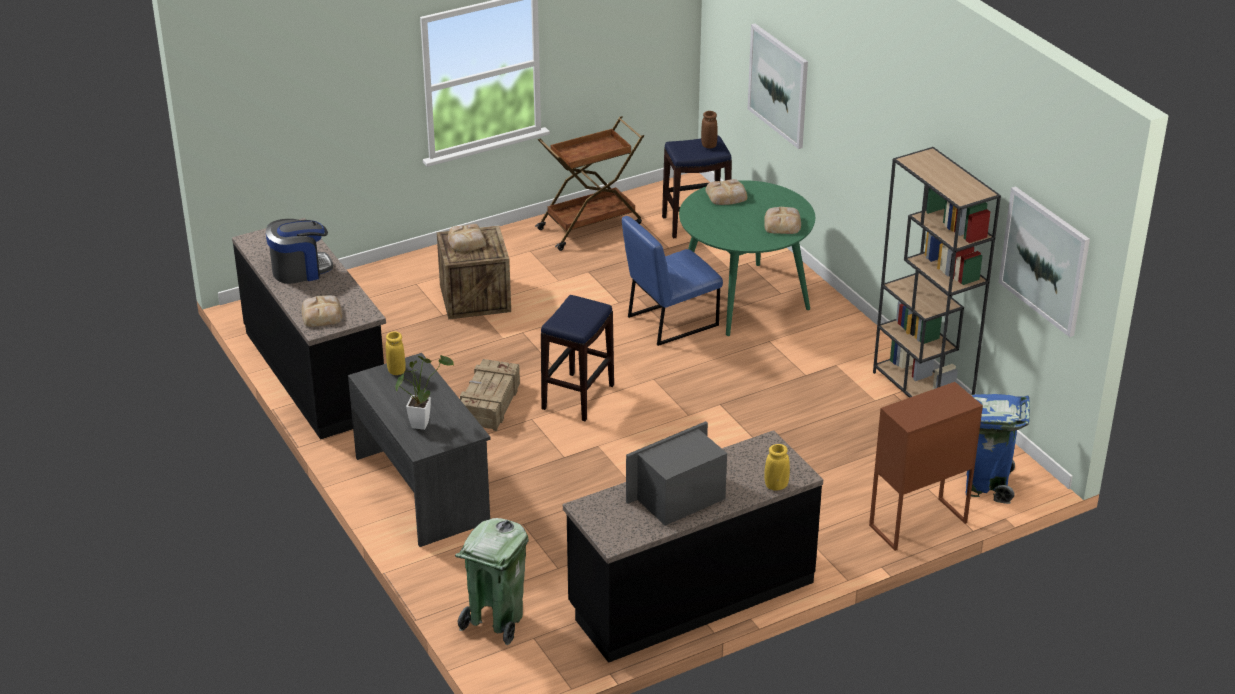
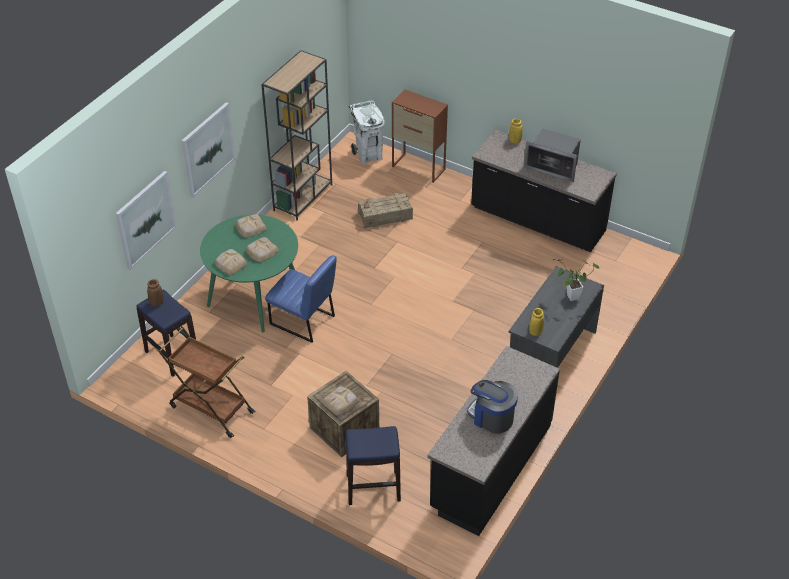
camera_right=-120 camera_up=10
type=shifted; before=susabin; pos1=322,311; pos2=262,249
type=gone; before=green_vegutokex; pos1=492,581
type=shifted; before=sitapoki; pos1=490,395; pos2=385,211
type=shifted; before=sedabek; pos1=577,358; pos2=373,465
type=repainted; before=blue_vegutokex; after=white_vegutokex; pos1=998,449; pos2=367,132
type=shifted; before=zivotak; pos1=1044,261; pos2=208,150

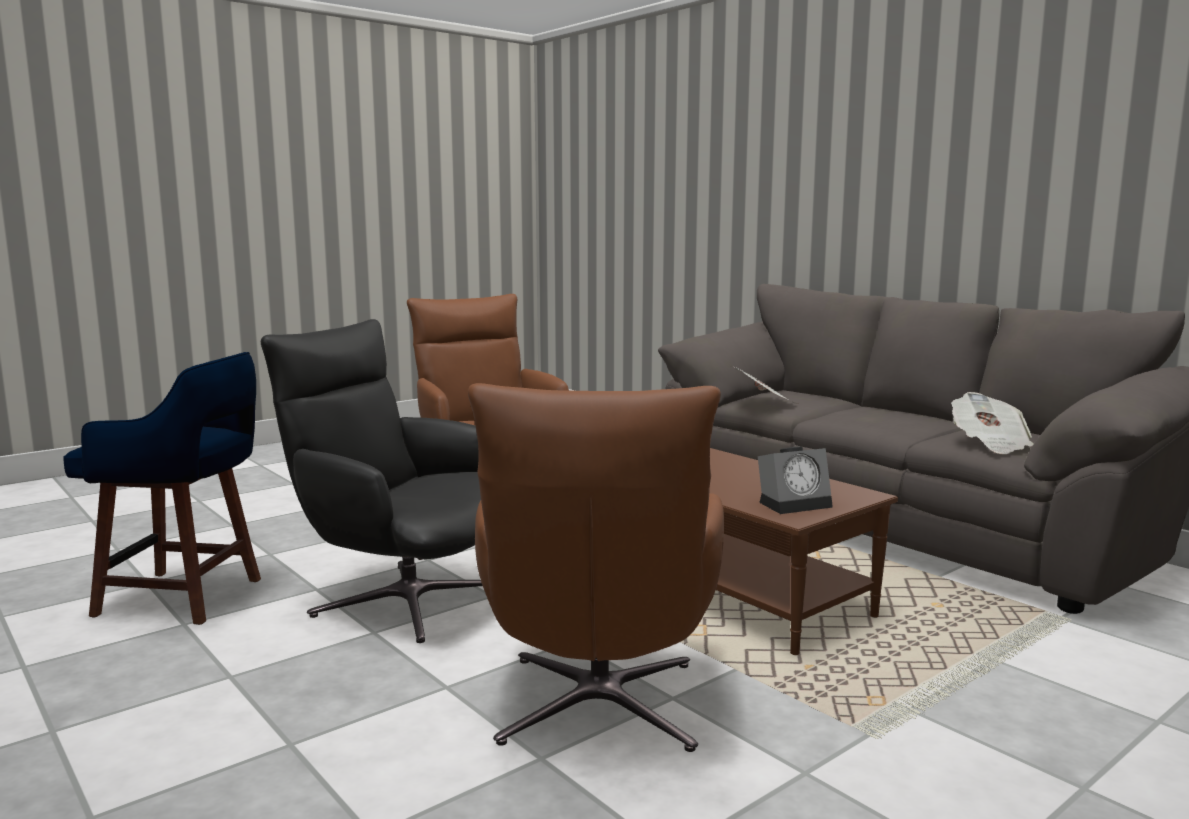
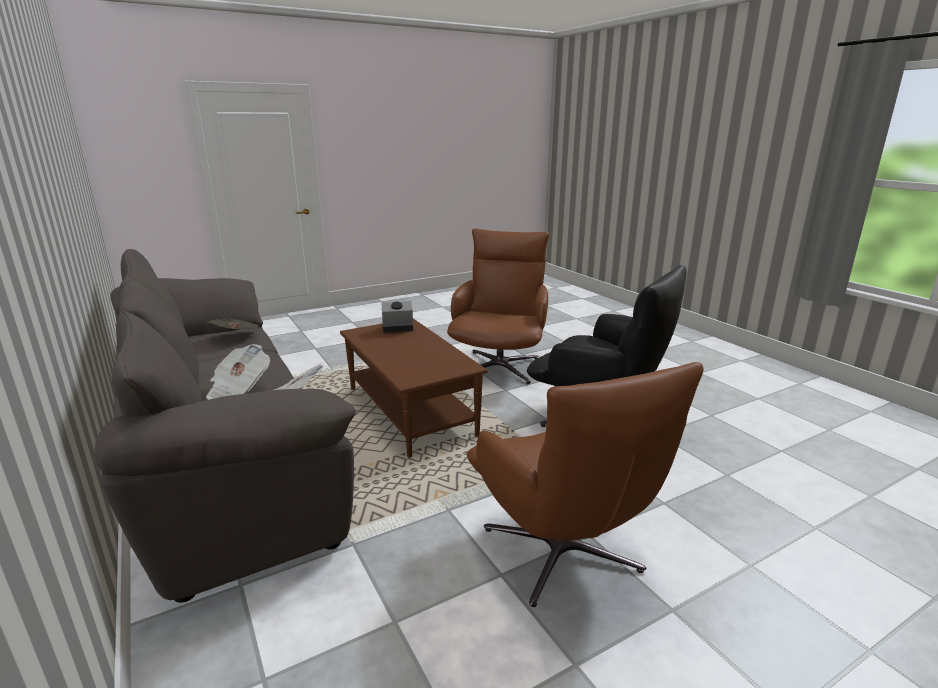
camera_right=-170 camera_up=10
type=gone; before=blue_sedabek; pos1=162,488
type=new; after=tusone; pos2=238,372

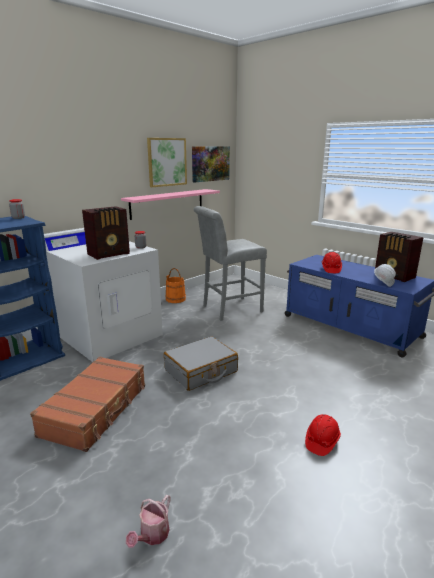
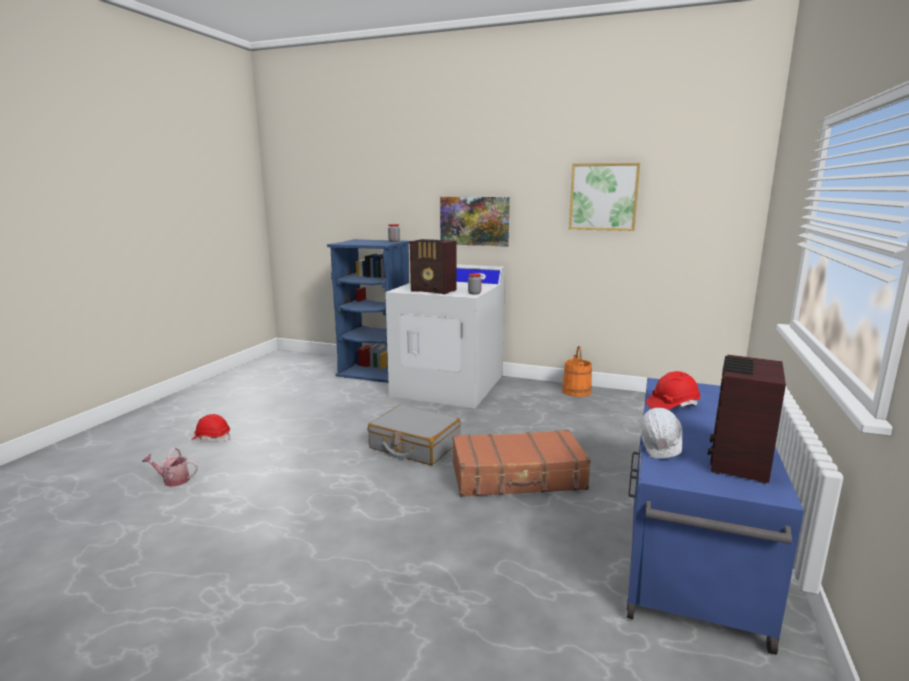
camera_right=65 camera_up=-5
type=shifted; before=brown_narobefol; pos1=87,404; pos2=522,463
type=gone; before=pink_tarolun; pos1=170,204
type=shifted; before=zivotak; pos1=211,164; pos2=475,222
type=gone; before=grey_sedabek; pos1=230,263
type=shifted; before=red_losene; pos1=323,435; pos2=211,428

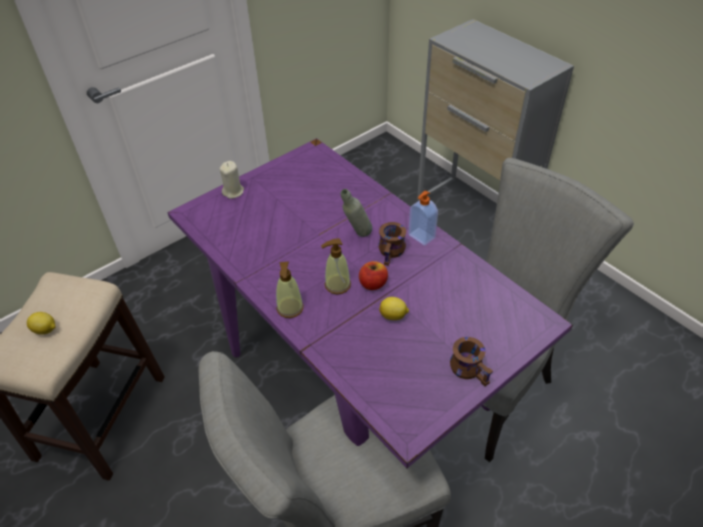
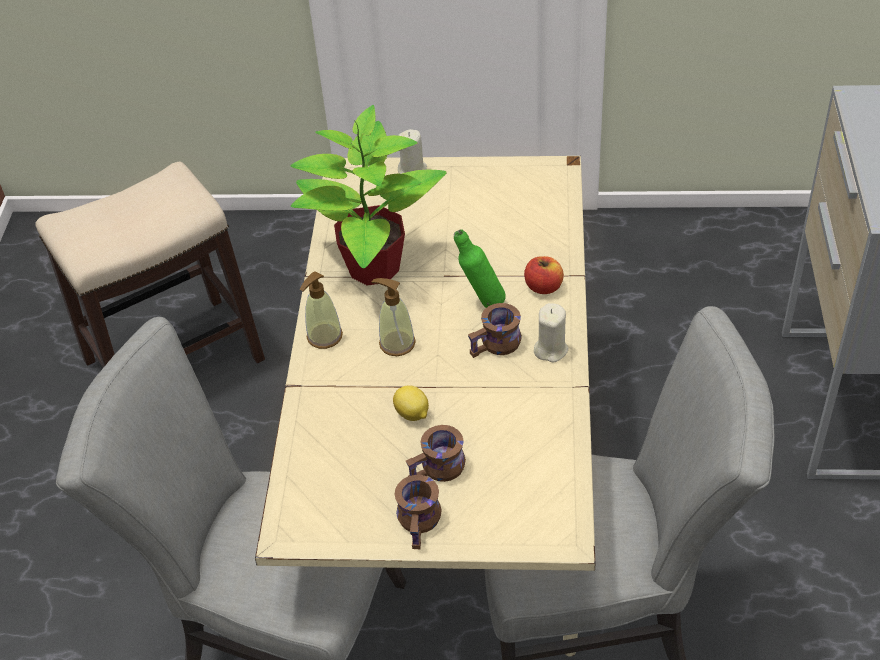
camera_right=45 camera_up=0
type=gone; before=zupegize; pos1=41,323
type=repainted; before=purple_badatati; after=beige_badatati; pos1=370,303; pos2=425,406
type=repainted; before=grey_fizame; after=green_fizame; pos1=356,213; pos2=480,268
type=shifted; before=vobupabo; pos1=373,275; pos2=544,275
type=swapped; before=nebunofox; after=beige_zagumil; pos1=423,218; pos2=551,332
type=new; after=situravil; pos2=369,195
type=new; after=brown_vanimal; pos2=436,453

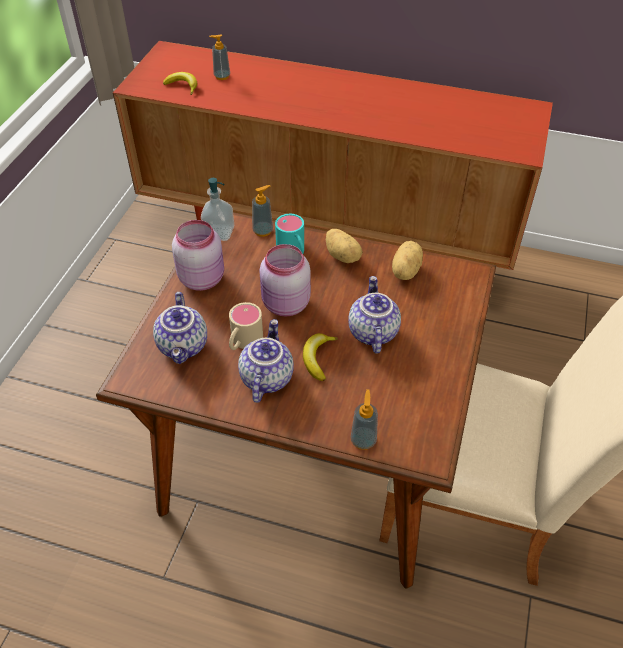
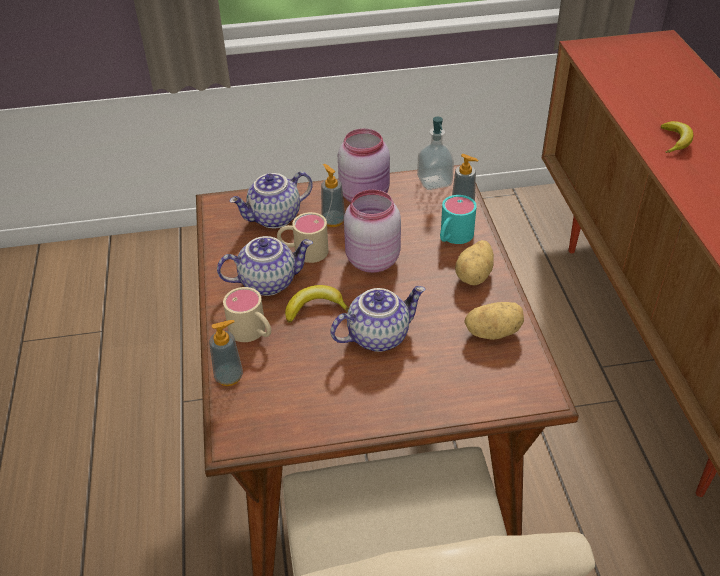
camera_right=65 camera_up=-5
type=shifted; before=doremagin; pos1=180,83; pos2=677,137
type=shifted; before=nebunofox; pos1=219,57; pos2=333,195
type=new; after=beige_vanimal; pos2=247,314

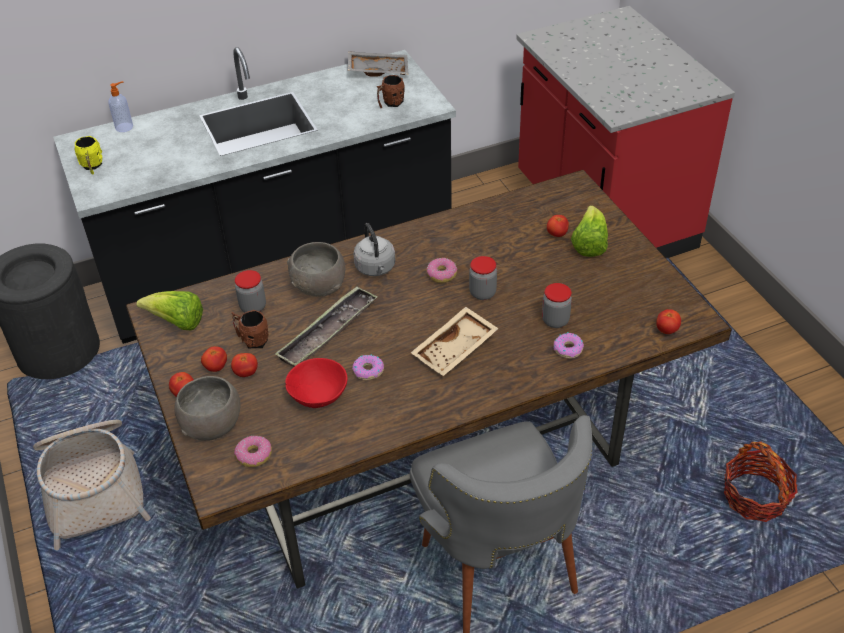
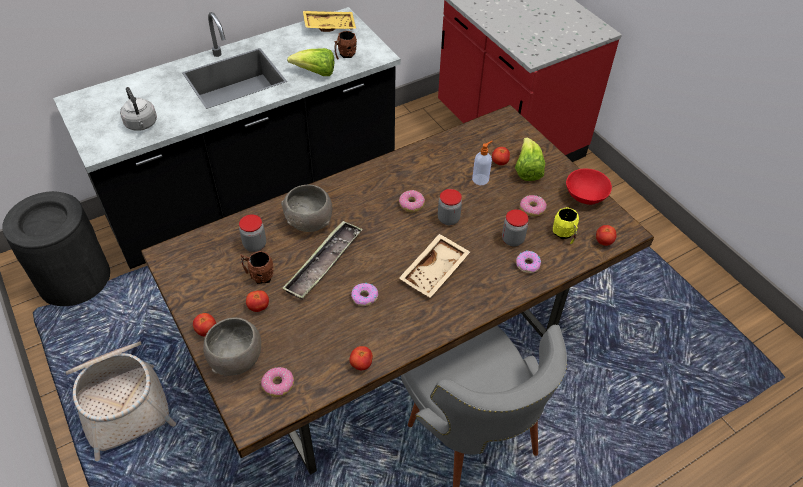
camera_right=-10 camera_up=5
type=shifted; before=yellow_vanimal; pos1=88,155; pos2=566,225
type=shifted; before=nebunofox; pos1=120,106; pos2=482,163
type=shifted; before=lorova; pos1=169,310; pos2=310,62
type=shifted; before=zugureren; pos1=214,359; pos2=361,358
type=shifted; before=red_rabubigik; pos1=316,383; pos2=589,187
type=repainted; before=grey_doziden; after=yellow_doziden; pos1=378,64; pos2=329,21
type=shifted; before=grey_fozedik; pos1=374,249; pos2=138,109
type=gone; before=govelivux; pos1=761,482
type=new; after=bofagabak; pos2=533,206

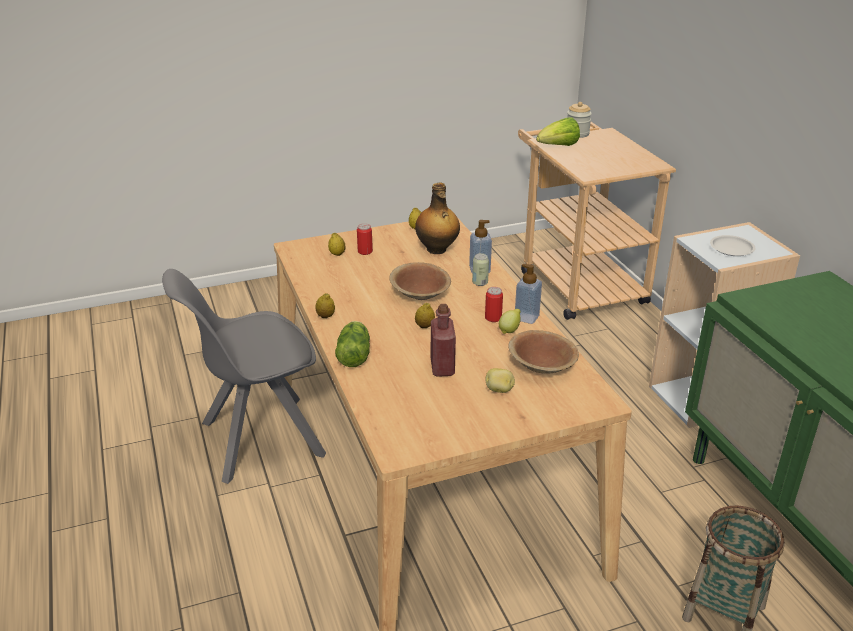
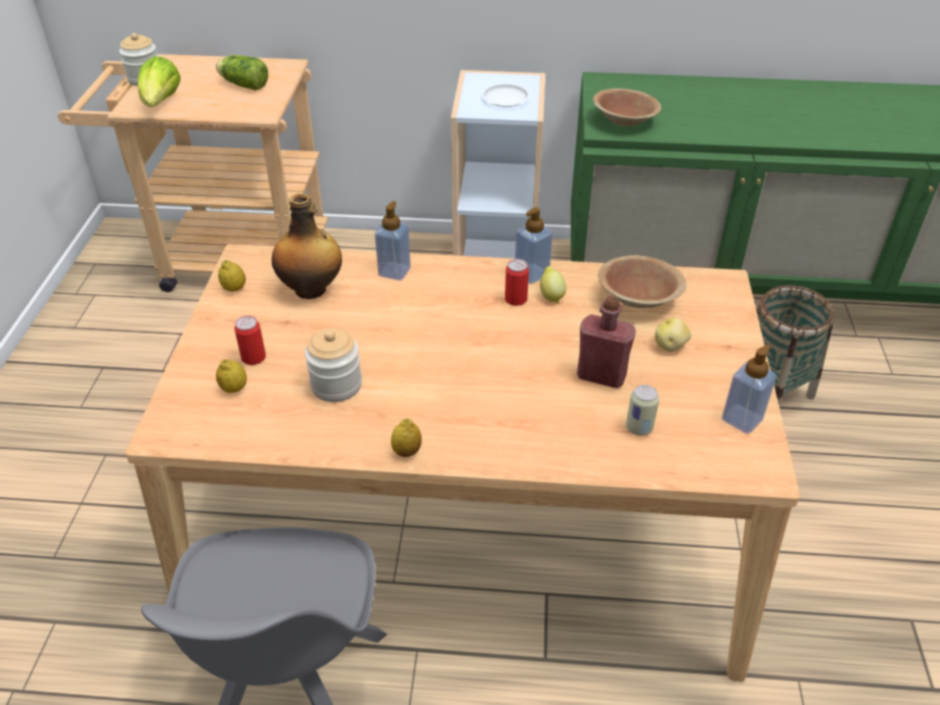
camera_right=-65 camera_up=10
type=shifted; before=lorova; pos1=352,344; pos2=242,72
type=shifted; before=brown_rabubigik; pos1=420,281; pos2=627,107
type=gone; before=zupegize; pos1=425,315
type=shifted; before=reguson; pos1=480,269; pos2=642,410
type=new; after=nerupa; pos2=333,365
type=new; after=nebunofox; pos2=749,389

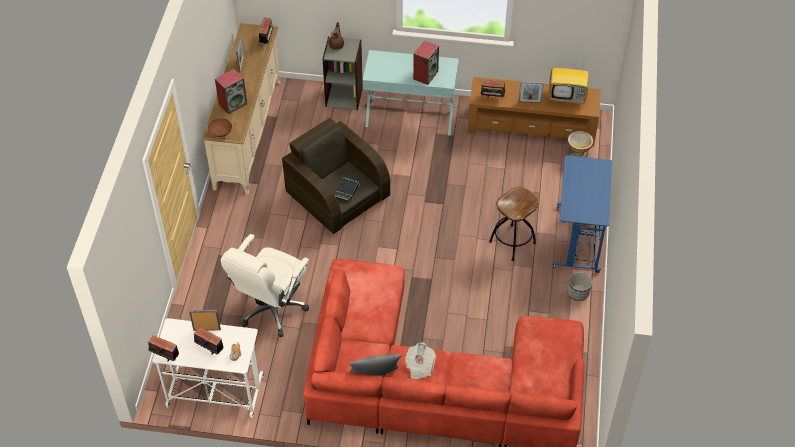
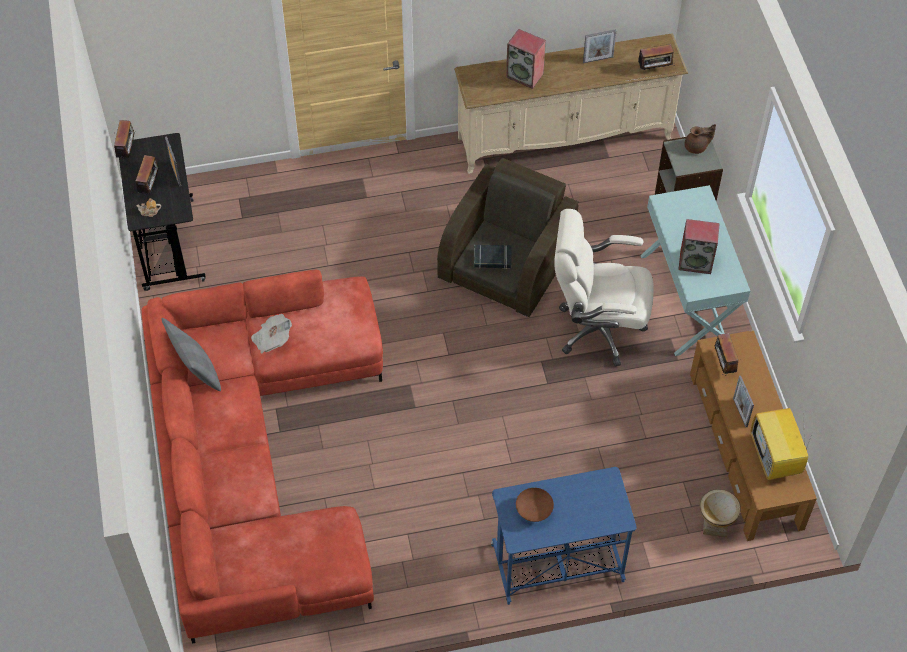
camera_right=70 camera_up=5
type=repainted; before=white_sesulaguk; after=black_sesulaguk; pos1=208,368; pos2=162,212
type=shifted; before=brown_rabubigik; pos1=220,127; pos2=535,505
type=shifted; before=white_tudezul; pos1=265,285; pos2=604,288
type=shifted; before=tusone; pos1=420,360; pos2=271,334
type=gone; before=brown_sedabek; pos1=514,224
type=gone; before=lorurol; pos1=579,286

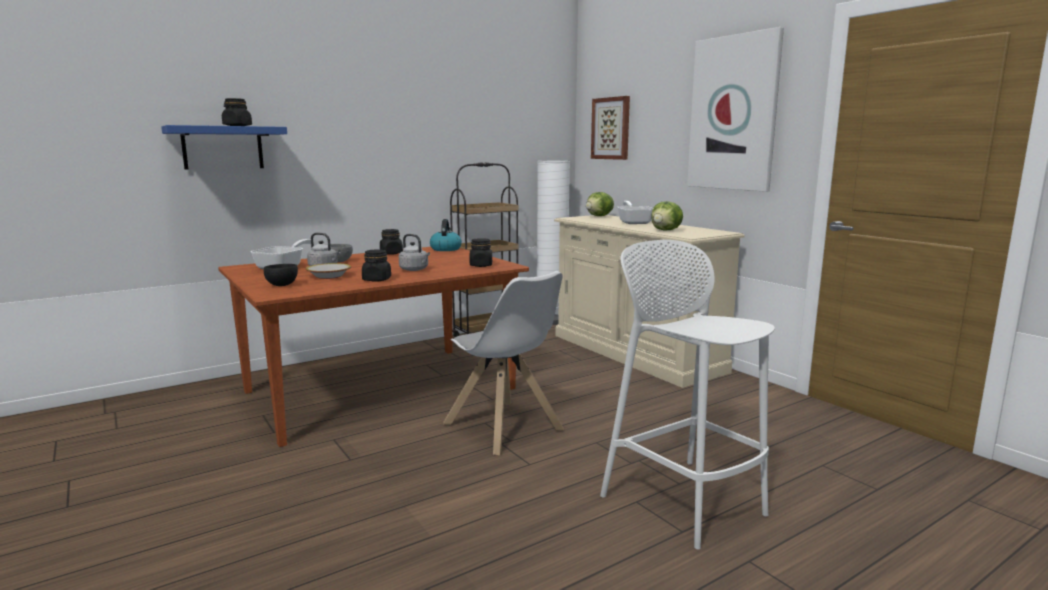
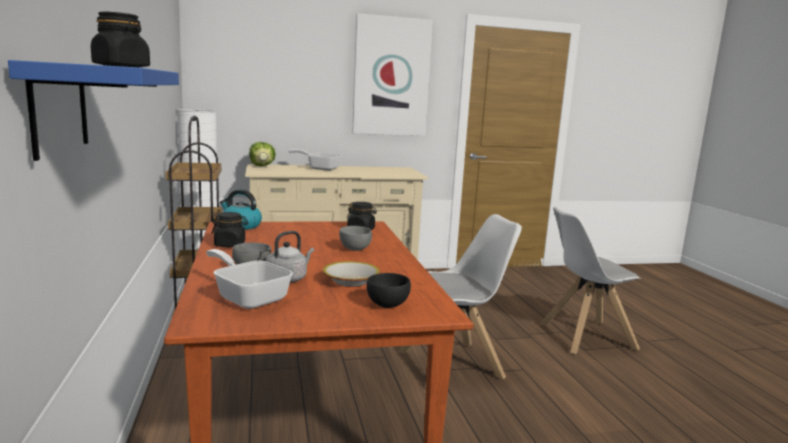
camera_right=-70 camera_up=0
type=gone; before=black_nerupa; pos1=376,265
type=swapped; before=grey_fozedik; after=grey_rabubigik; pos1=414,252; pos2=355,238
type=gone; before=zivotak; pos1=610,128
type=swapped; before=white_sedabek; after=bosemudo; pos1=687,395; pos2=590,280
type=gone; before=lorova; pos1=667,215

